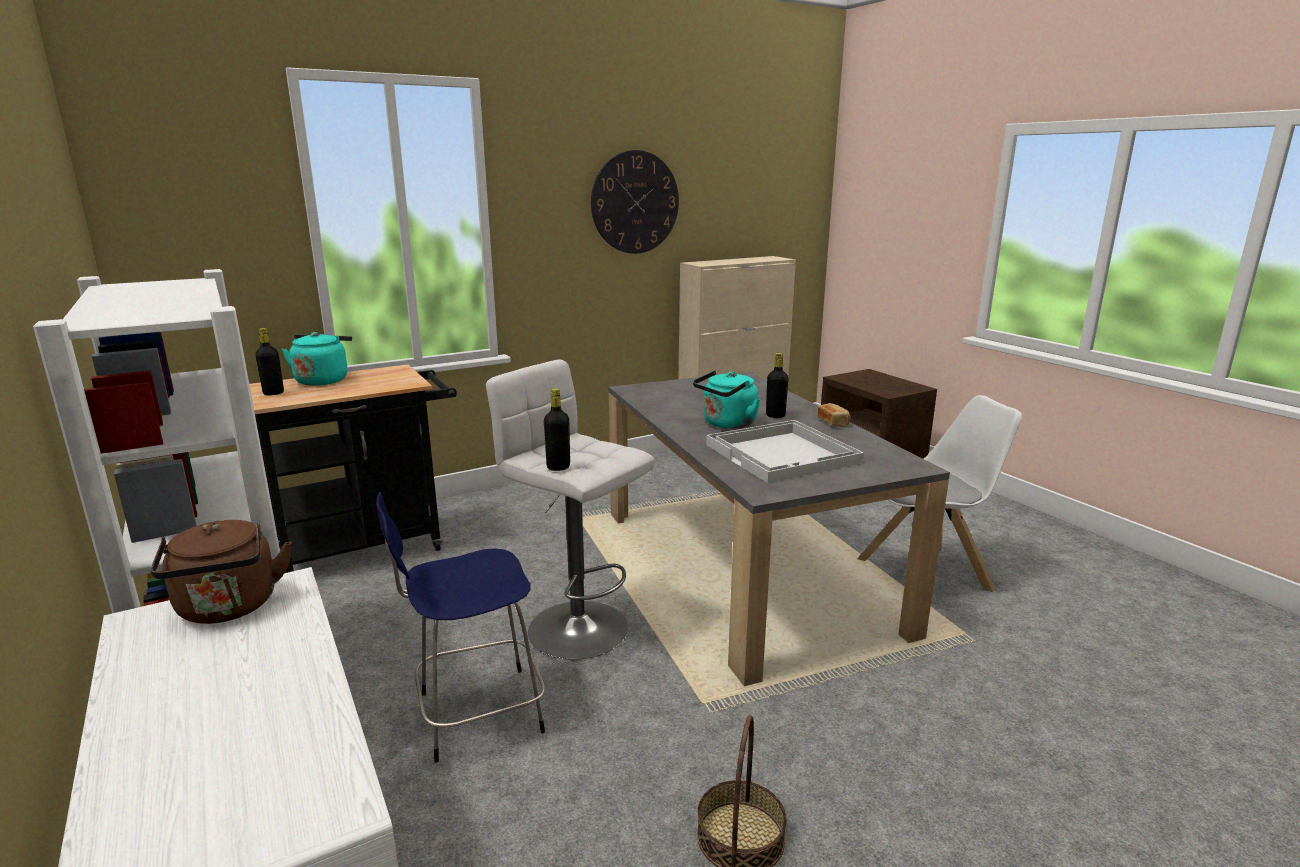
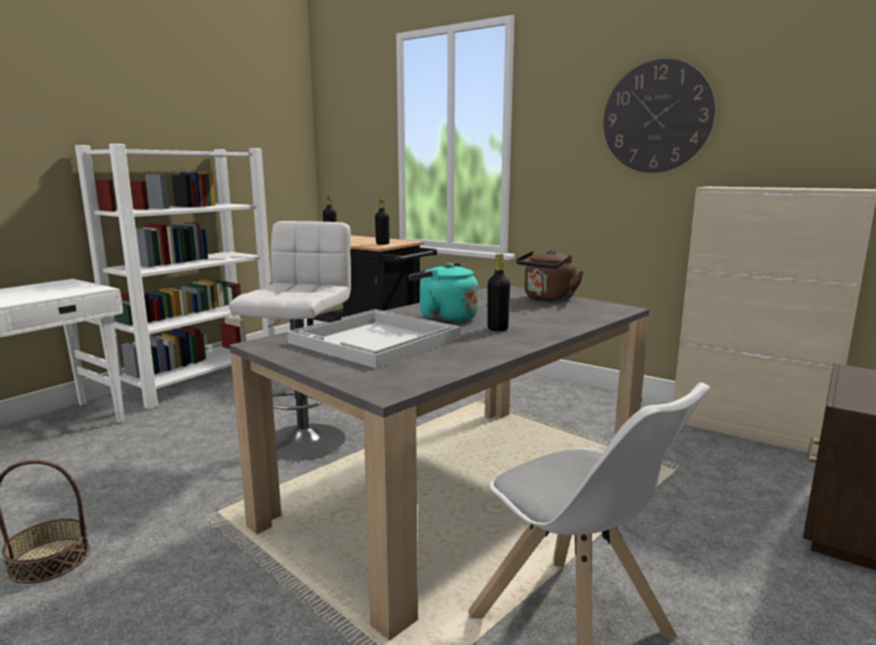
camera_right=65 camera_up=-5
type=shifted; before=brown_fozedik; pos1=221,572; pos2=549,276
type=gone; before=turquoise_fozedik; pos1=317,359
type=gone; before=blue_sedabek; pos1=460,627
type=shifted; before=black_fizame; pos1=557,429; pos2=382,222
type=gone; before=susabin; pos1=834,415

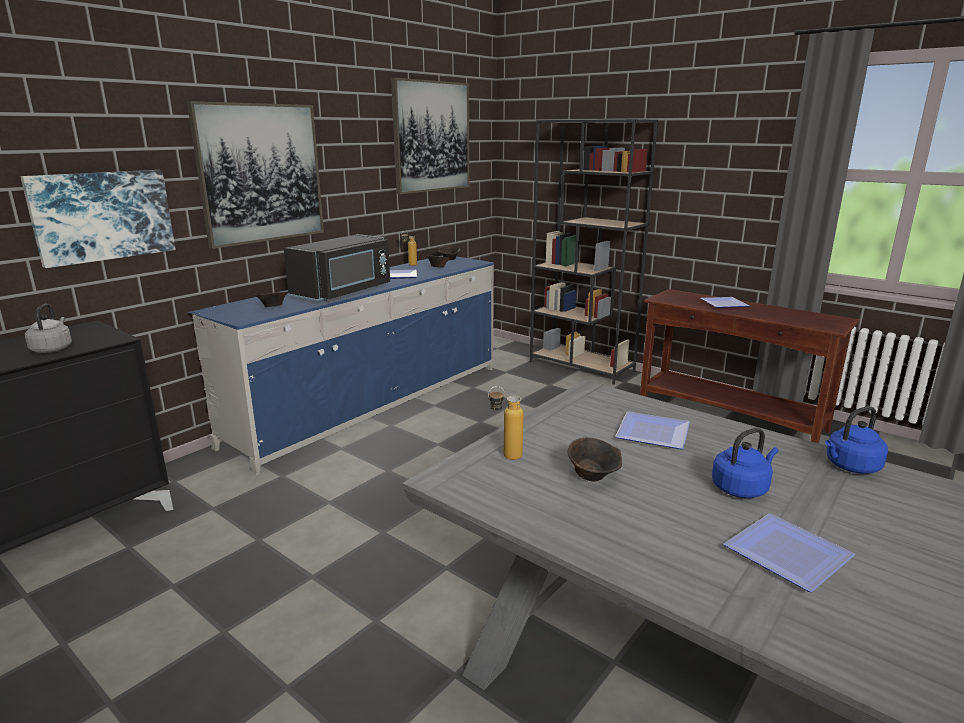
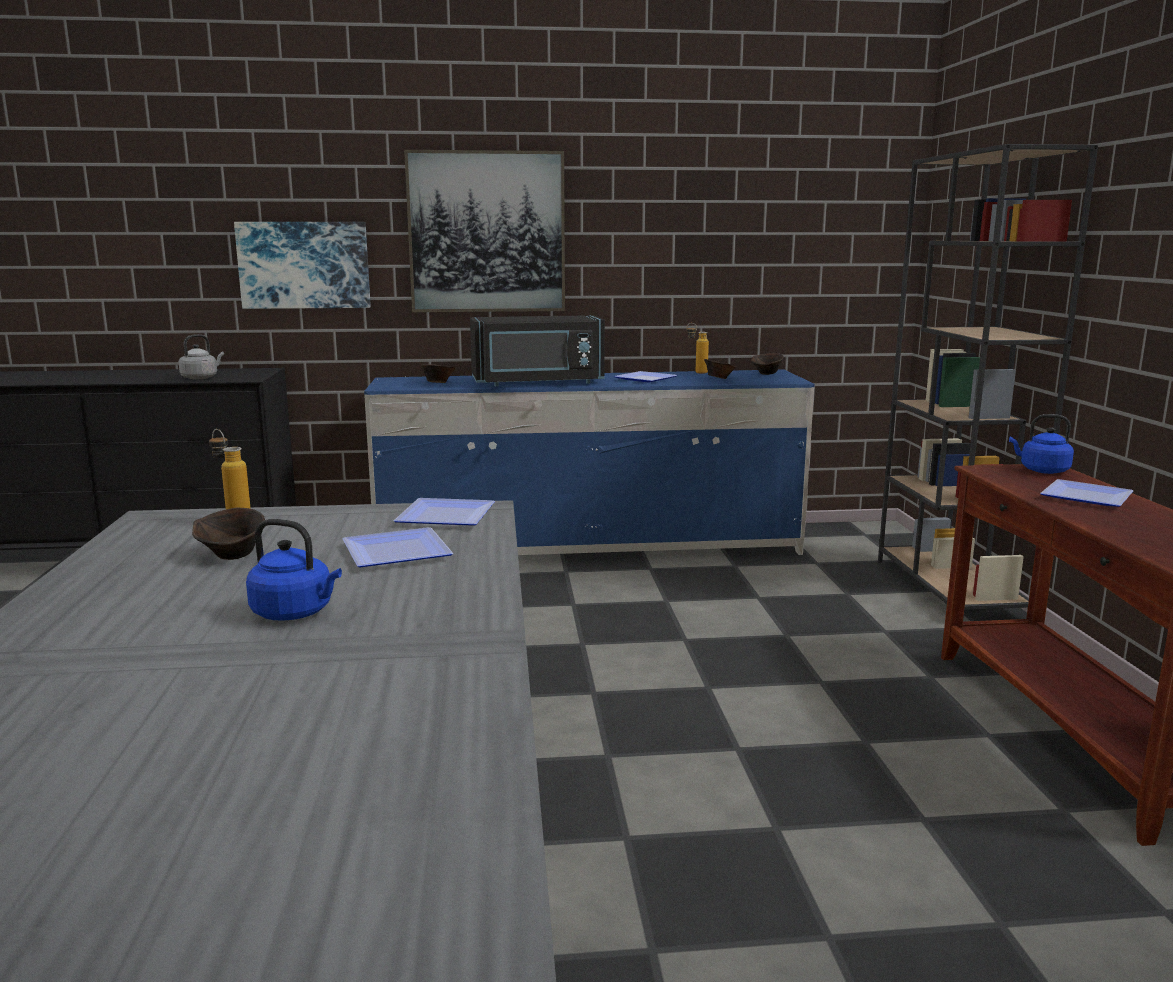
camera_right=45 camera_up=-5
type=gone; before=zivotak; pos1=430,136
type=shifted; before=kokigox; pos1=789,552; pos2=444,512
type=shifted; before=blue_fozedik; pos1=856,440; pos2=1041,444

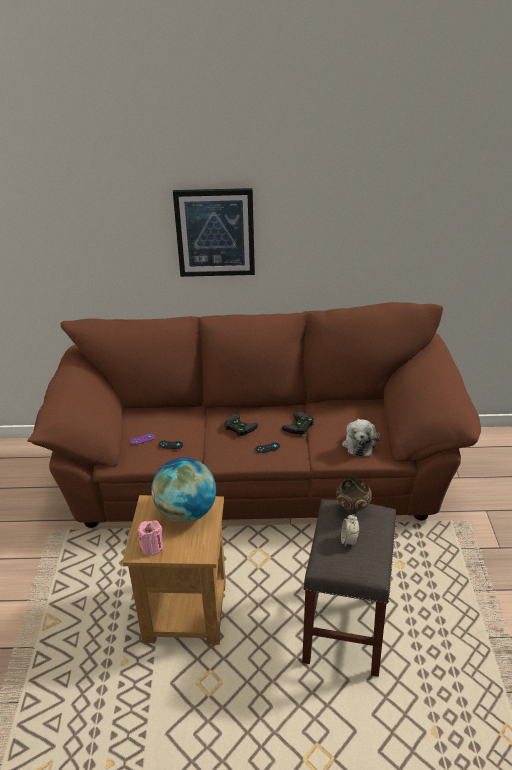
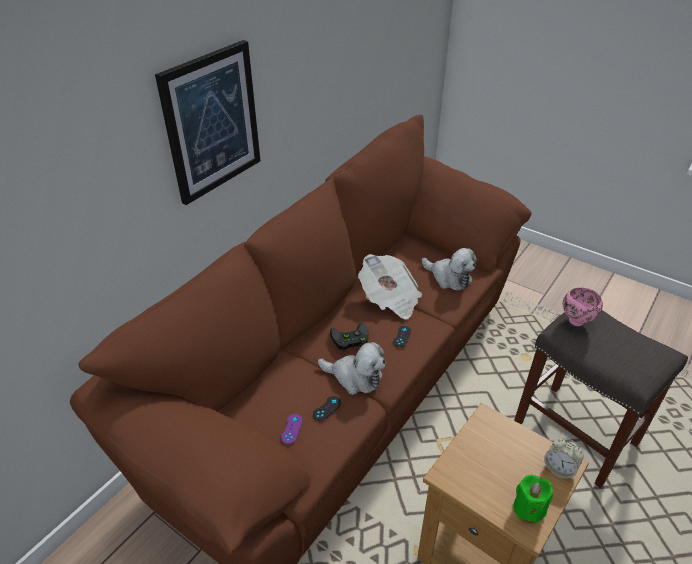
camera_right=-55 camera_up=5
type=repainted; before=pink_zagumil; after=green_zagumil; pos1=150,538; pos2=533,499
type=gone; before=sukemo; pos1=183,490
type=swapped; before=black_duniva; after=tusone; pos1=298,423; pos2=390,286
type=repainted; before=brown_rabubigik; after=pink_rabubigik; pos1=354,496; pos2=583,307
type=shifted; before=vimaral; pos1=350,530; pos2=564,459
type=new; after=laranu; pos2=352,368

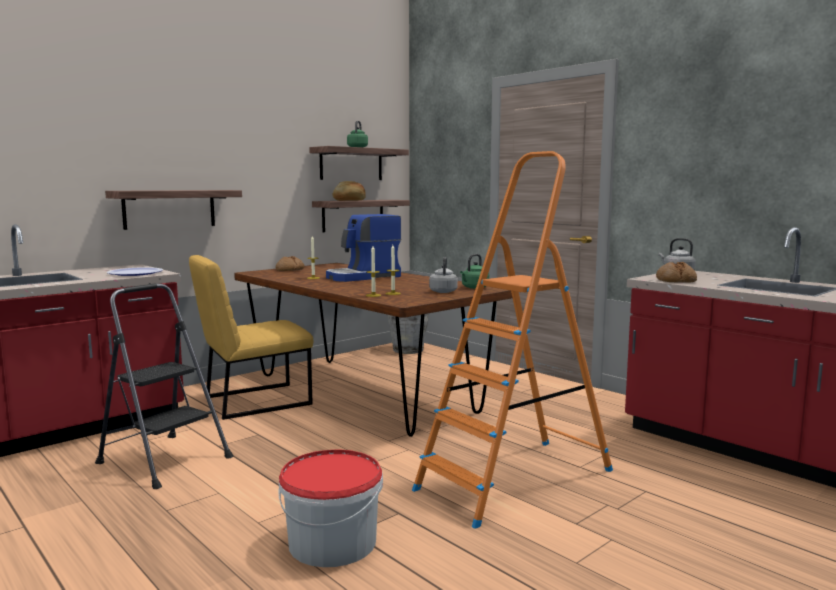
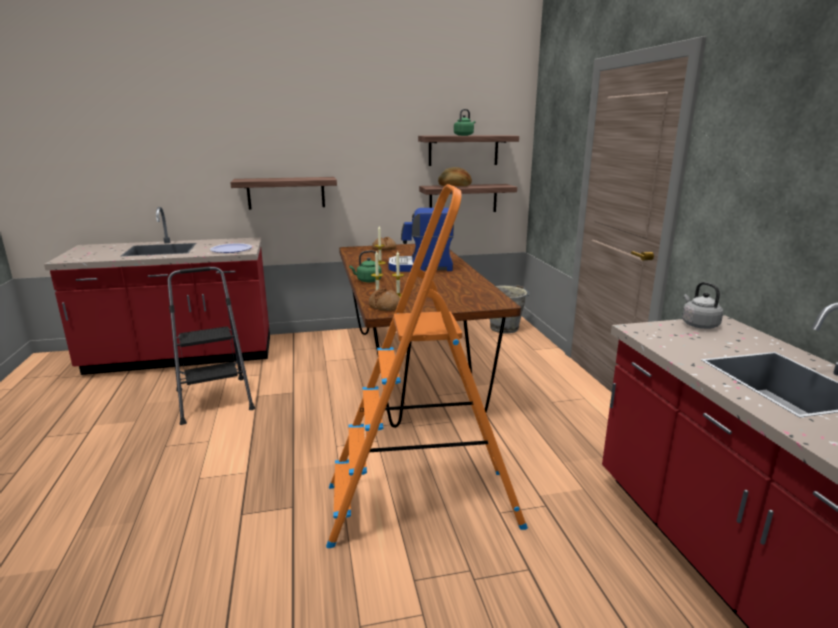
camera_right=30 camera_up=10
type=gone; before=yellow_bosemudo; pos1=251,337
type=gone; before=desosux; pos1=331,508
type=gone; before=grey_fozedik; pos1=443,275
type=shifted; before=green_fozedik; pos1=474,271; pos2=365,266
type=shifted; before=susabin; pos1=676,272; pos2=384,299

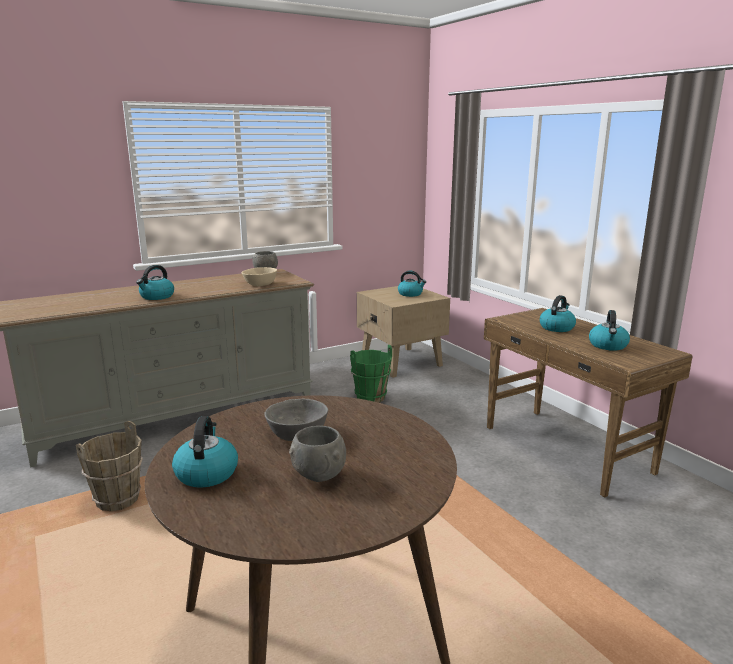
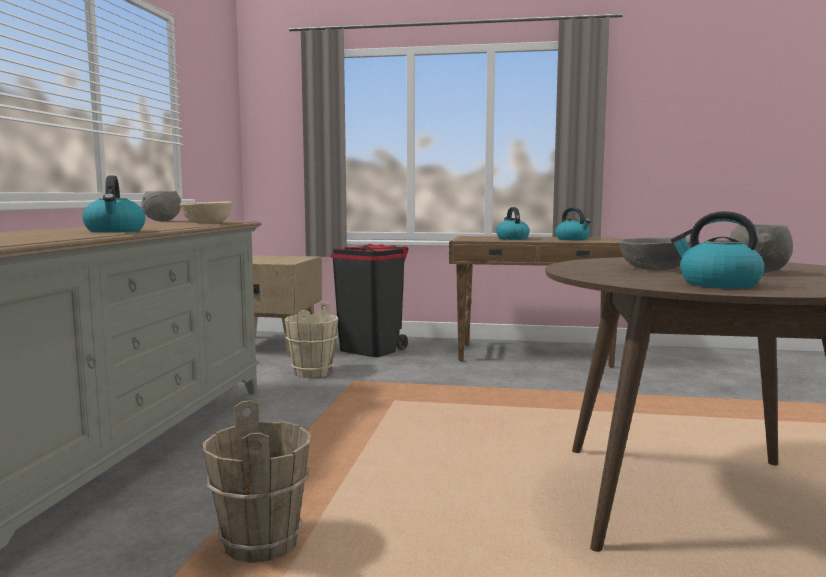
camera_right=-50 camera_up=-10
type=repainted; before=green_desosux; after=beige_desosux; pos1=371,374; pos2=311,340
type=gone; before=fozedik; pos1=412,284
type=new; after=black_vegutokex; pos2=369,300

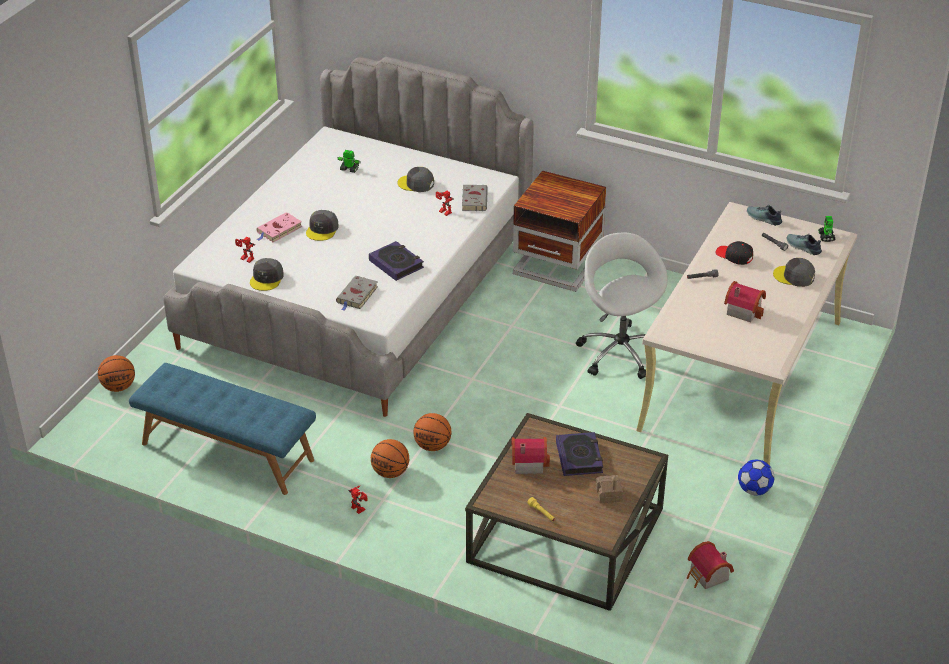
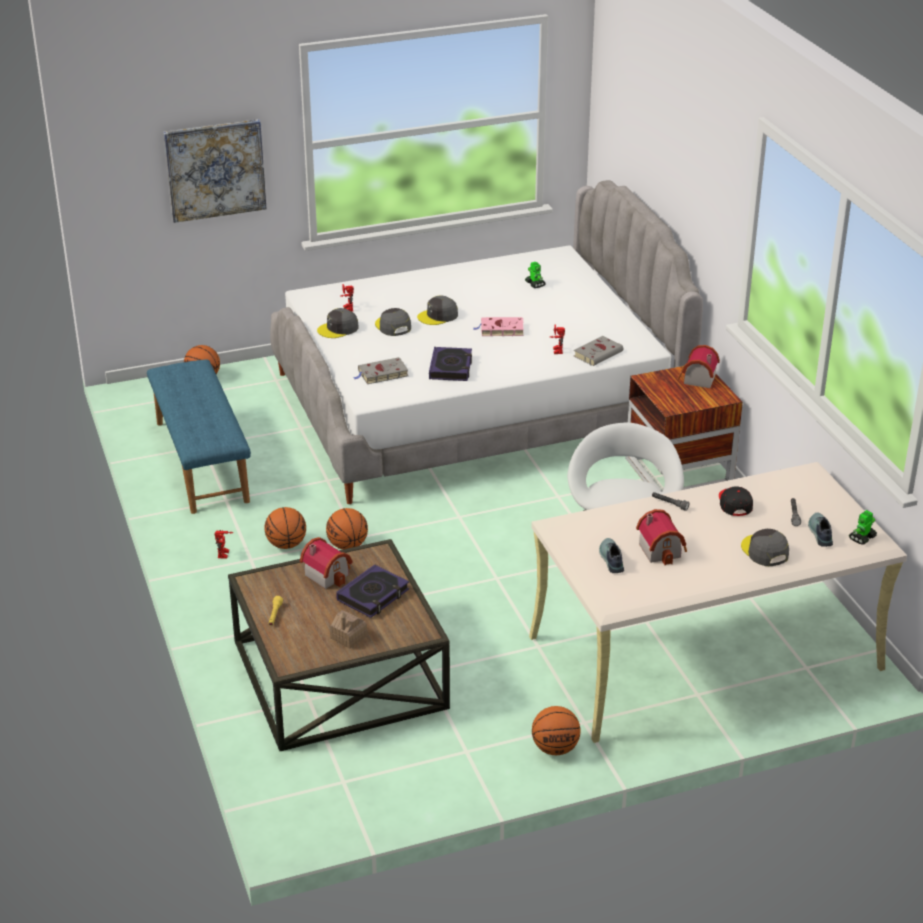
camera_right=45 camera_up=-5
type=shifted; before=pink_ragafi; pos1=279,227; pos2=498,326
type=shifted; before=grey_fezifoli; pos1=415,179; pos2=393,322
type=shifted; before=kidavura; pos1=710,565; pos2=698,366
type=swapped; before=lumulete; after=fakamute; pos1=756,477; pos2=556,730
type=shifted; before=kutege; pos1=764,215; pos2=611,555
type=new; after=zivotak; pos2=215,171

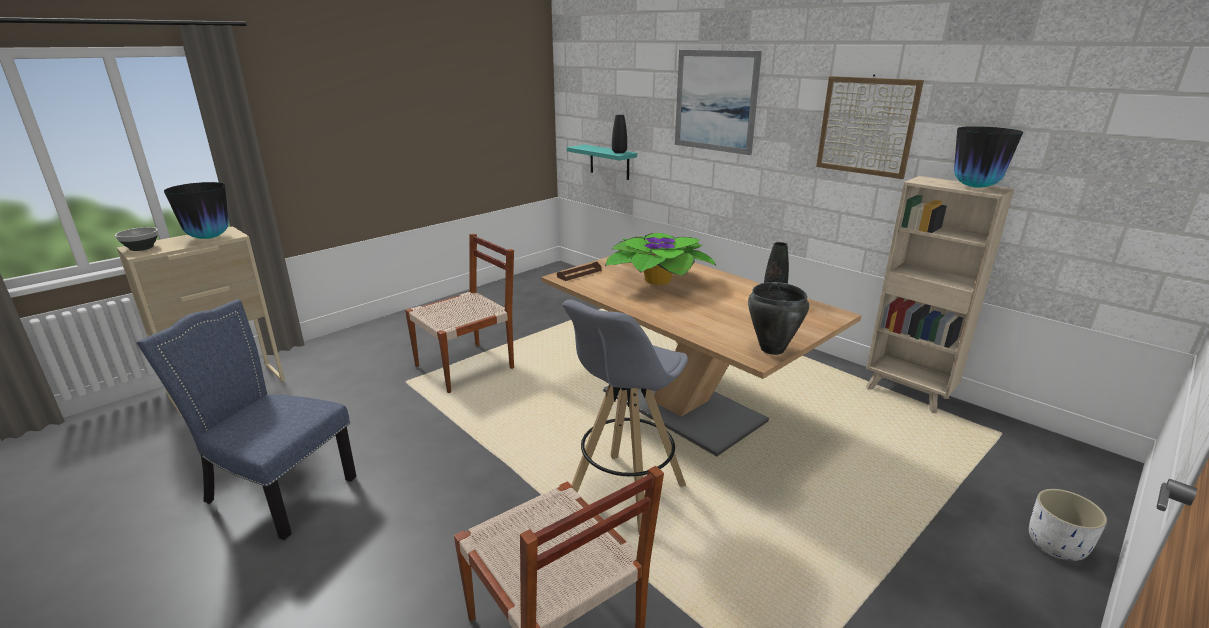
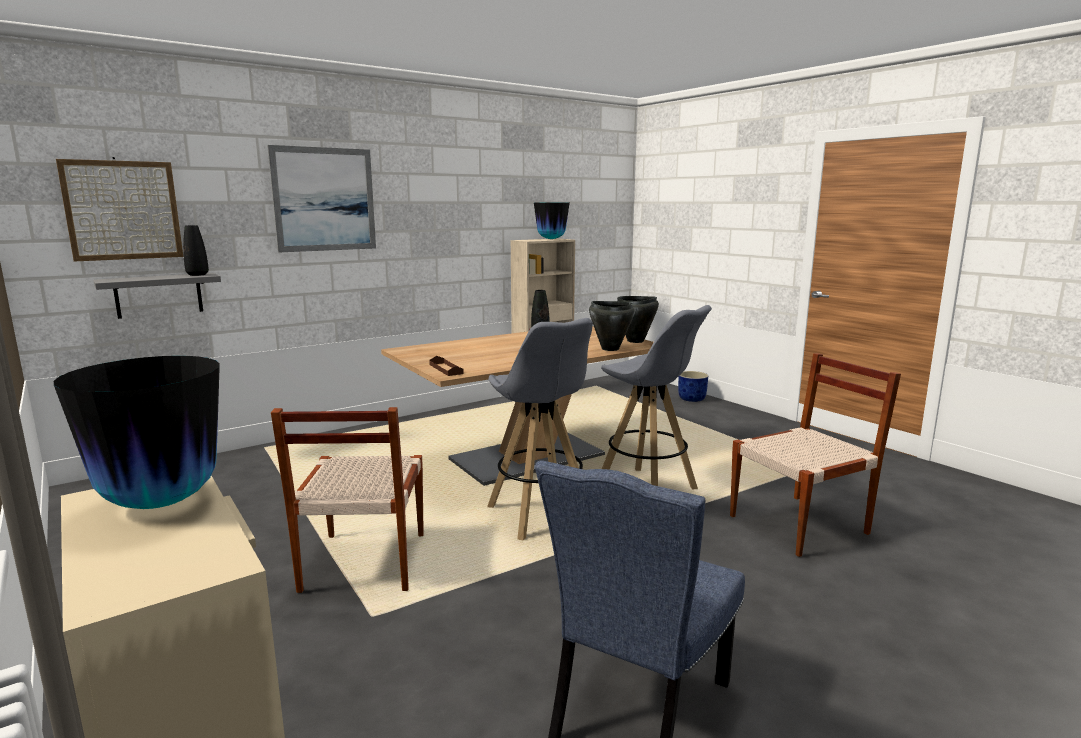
camera_right=-80 camera_up=-10
type=gone; before=rabubigik; pos1=136,239
type=rotated; before=bosemudo; pos1=459,313; pos2=347,500; turn=-150
type=repainted; before=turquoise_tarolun; after=grey_tarolun; pos1=602,162; pos2=157,296
type=gone; before=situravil; pos1=660,259
type=shifted; before=zivotak; pos1=870,126; pos2=119,209
type=repainted; before=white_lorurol; after=blue_lorurol; pos1=1068,525; pos2=693,386
type=new; after=grey_sedabek; pos2=540,429
type=new; after=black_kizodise; pos2=612,326

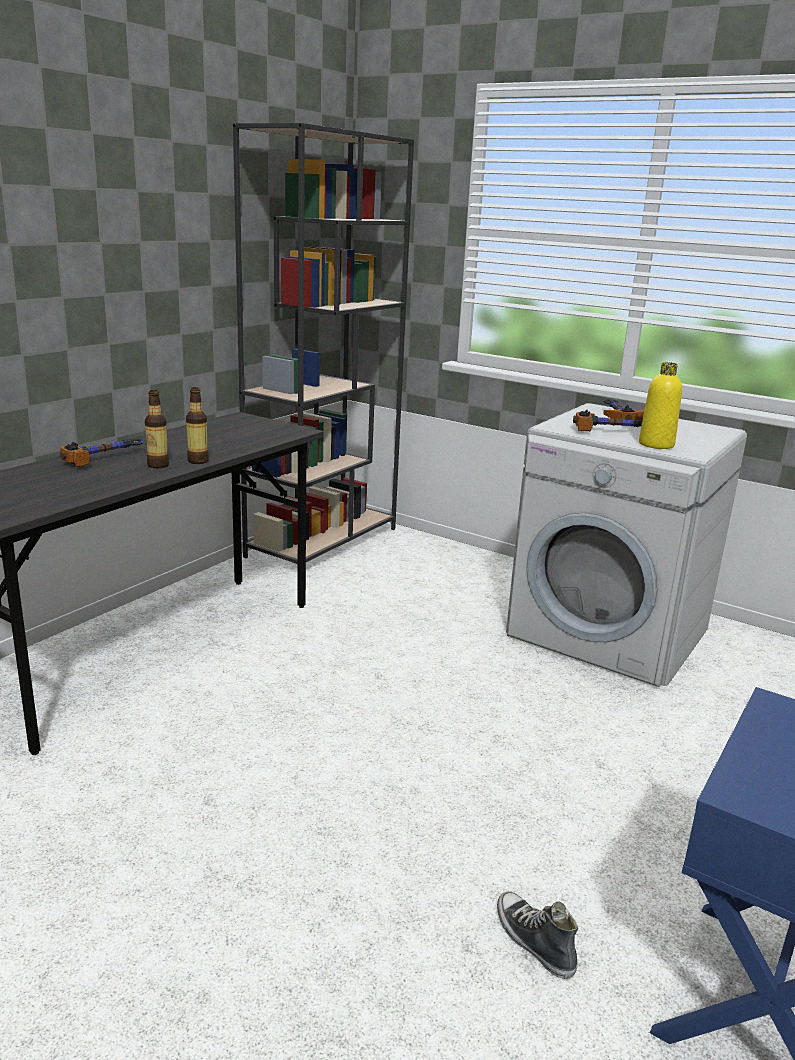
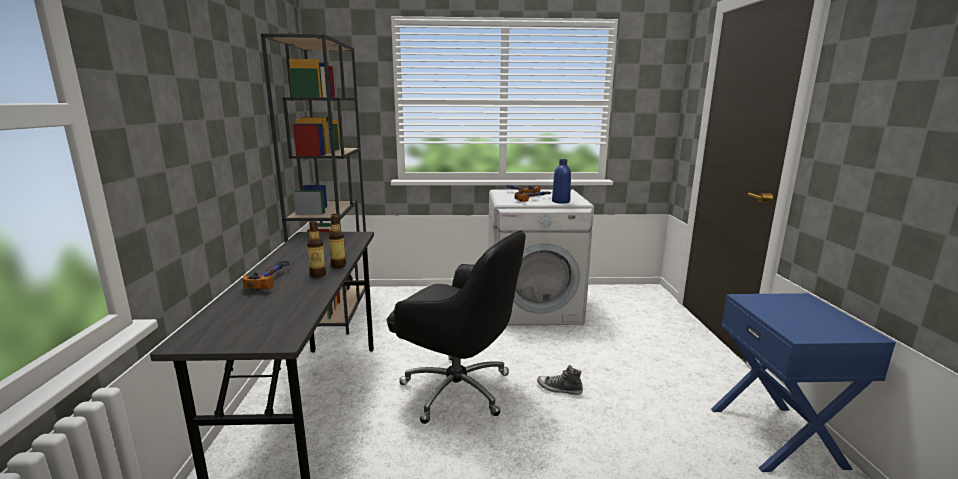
camera_right=-35 camera_up=-5
type=shifted; before=kutege; pos1=537,935; pos2=560,380
type=repainted; before=yellow_fizame; after=blue_fizame; pos1=660,405; pos2=561,181
type=new; after=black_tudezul; pos2=456,327

